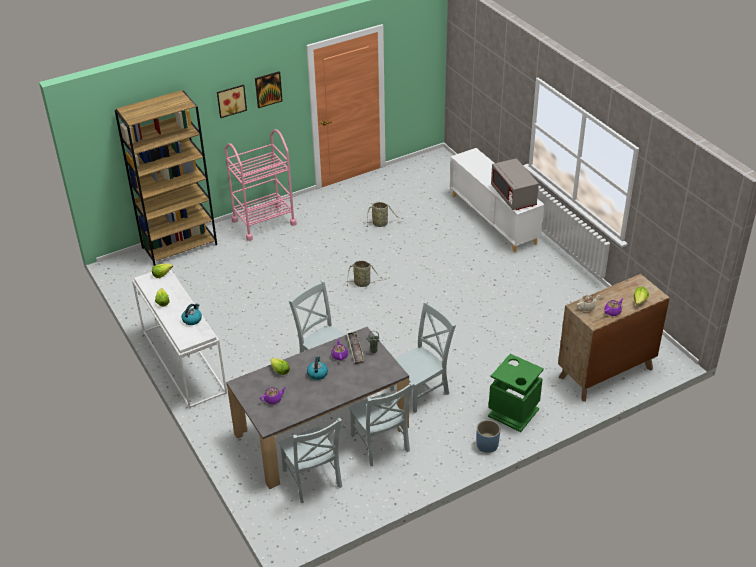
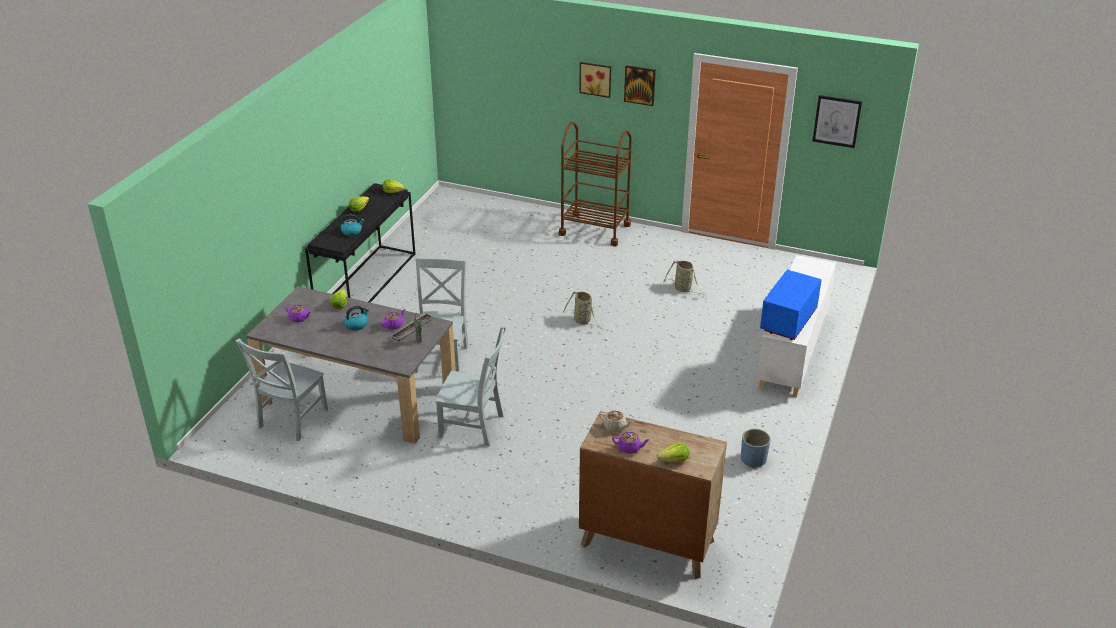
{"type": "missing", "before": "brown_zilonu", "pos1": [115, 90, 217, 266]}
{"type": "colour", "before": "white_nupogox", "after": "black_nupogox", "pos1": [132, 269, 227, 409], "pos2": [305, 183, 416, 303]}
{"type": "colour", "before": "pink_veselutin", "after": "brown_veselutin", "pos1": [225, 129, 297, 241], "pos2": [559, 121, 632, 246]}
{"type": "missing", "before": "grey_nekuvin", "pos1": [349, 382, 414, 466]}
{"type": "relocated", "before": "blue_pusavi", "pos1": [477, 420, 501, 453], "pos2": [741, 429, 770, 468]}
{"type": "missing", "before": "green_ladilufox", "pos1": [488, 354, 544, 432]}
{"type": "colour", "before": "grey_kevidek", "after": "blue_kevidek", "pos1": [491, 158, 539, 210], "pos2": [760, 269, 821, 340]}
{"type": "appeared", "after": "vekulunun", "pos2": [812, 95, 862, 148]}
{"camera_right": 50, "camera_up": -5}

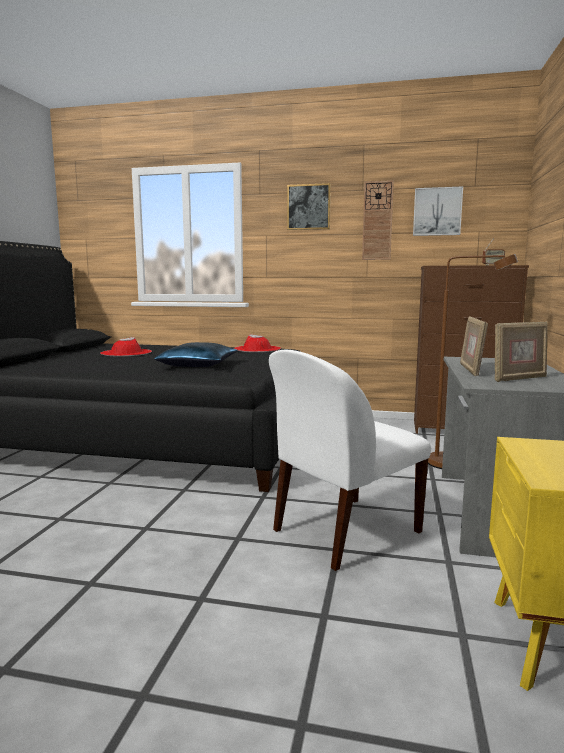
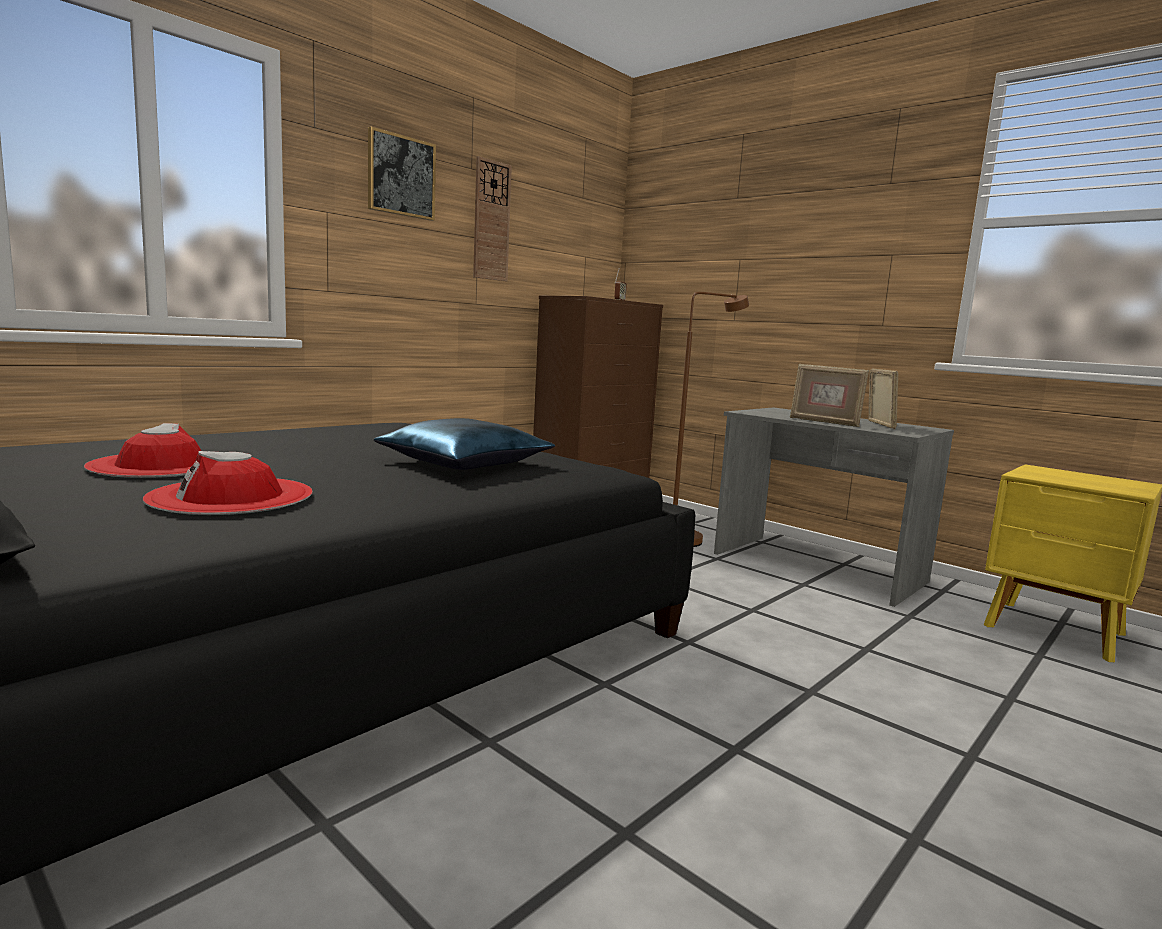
{"type": "relocated", "before": "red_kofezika", "pos1": [234, 334, 281, 352], "pos2": [143, 451, 313, 515]}
{"type": "missing", "before": "white_nekuvin", "pos1": [269, 350, 431, 571]}
{"type": "missing", "before": "vekulunun", "pos1": [413, 186, 463, 236]}
{"camera_right": -60, "camera_up": 0}

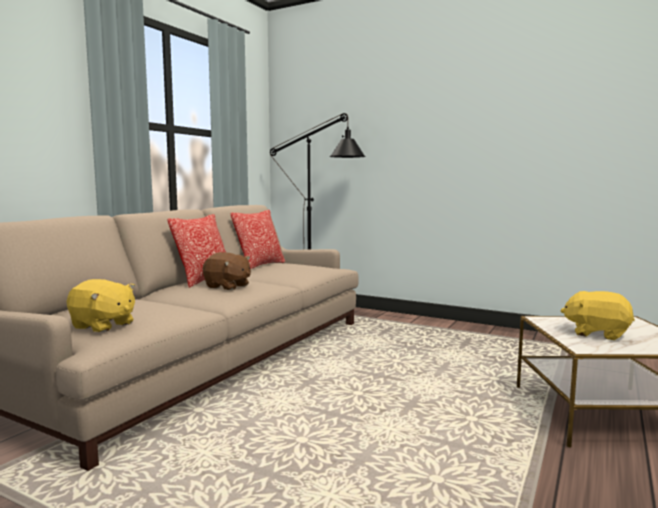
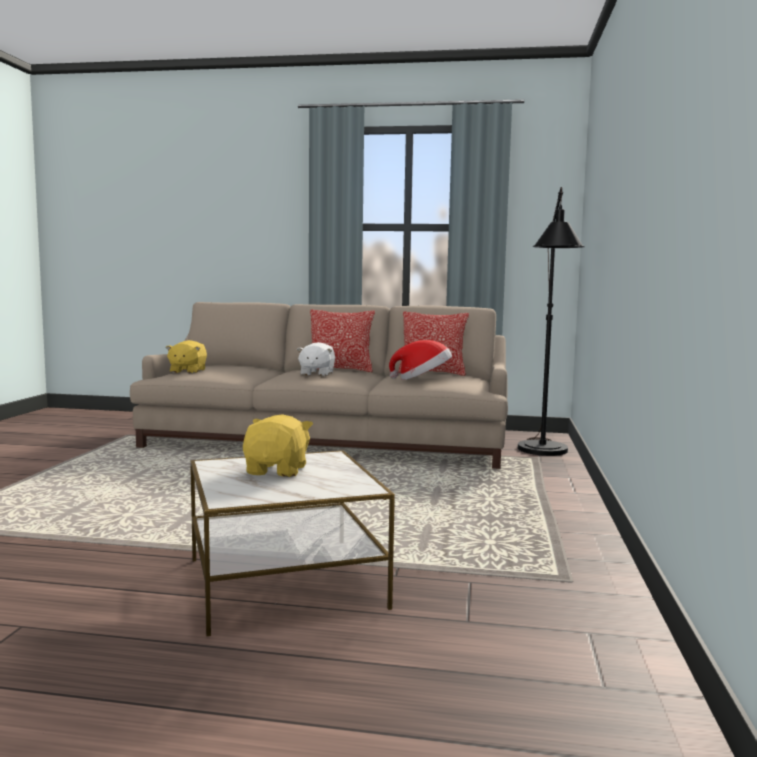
{"type": "colour", "before": "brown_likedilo", "after": "white_likedilo", "pos1": [203, 252, 251, 290], "pos2": [296, 342, 335, 376]}
{"type": "appeared", "after": "kofezika", "pos2": [389, 340, 452, 380]}
{"camera_right": 70, "camera_up": 0}

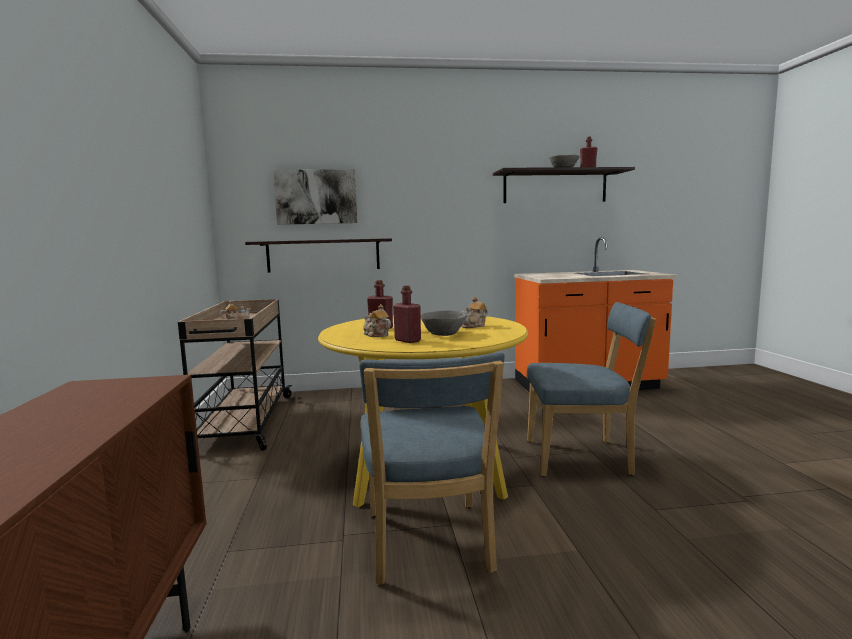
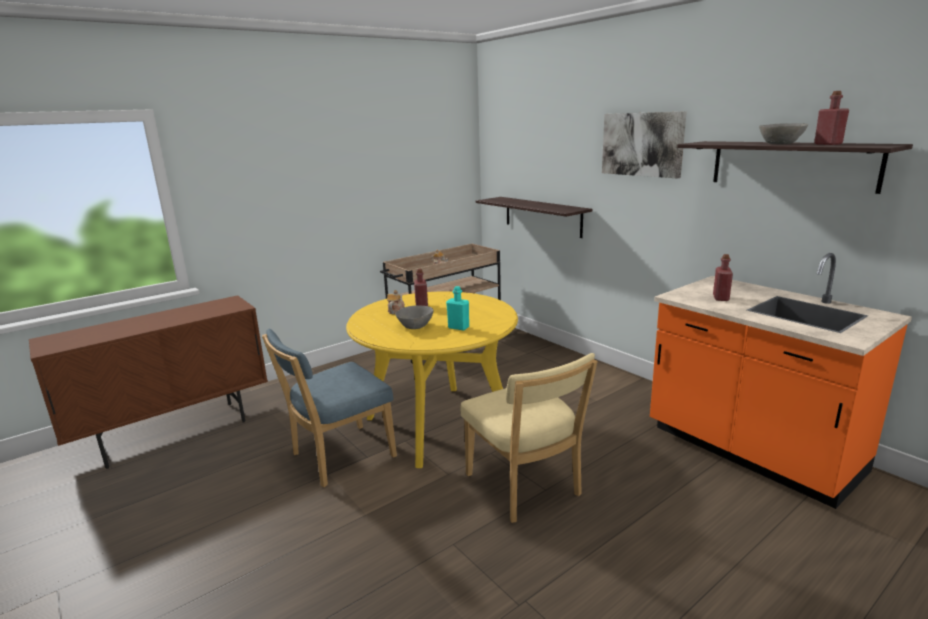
{"type": "relocated", "before": "vekulunun", "pos1": [273, 169, 357, 225], "pos2": [602, 111, 687, 178]}
{"type": "relocated", "before": "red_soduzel", "pos1": [393, 285, 421, 343], "pos2": [713, 254, 733, 301]}
{"type": "exchanged", "before": "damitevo", "after": "turquoise_soduzel", "pos1": [461, 297, 488, 328], "pos2": [446, 286, 469, 331]}
{"type": "colour", "before": "blue_nekuvin", "after": "beige_nekuvin", "pos1": [527, 302, 656, 476], "pos2": [461, 353, 598, 523]}
{"camera_right": 60, "camera_up": 10}

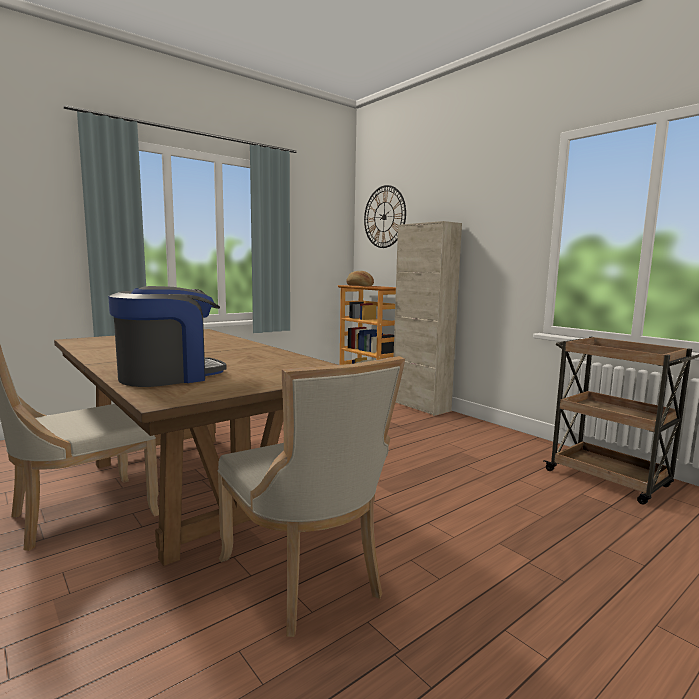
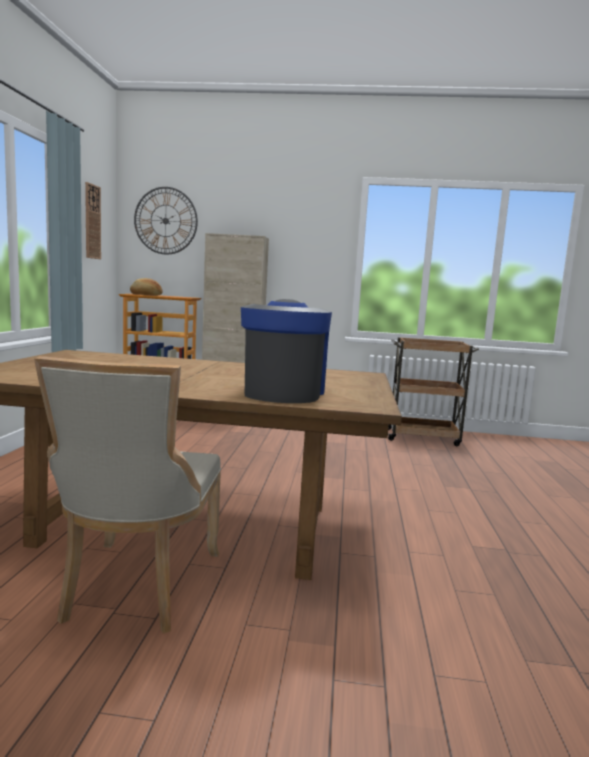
{"type": "missing", "before": "beige_nekuvin", "pos1": [218, 356, 405, 637]}
{"type": "appeared", "after": "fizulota", "pos2": [85, 182, 101, 259]}
{"camera_right": -45, "camera_up": 0}

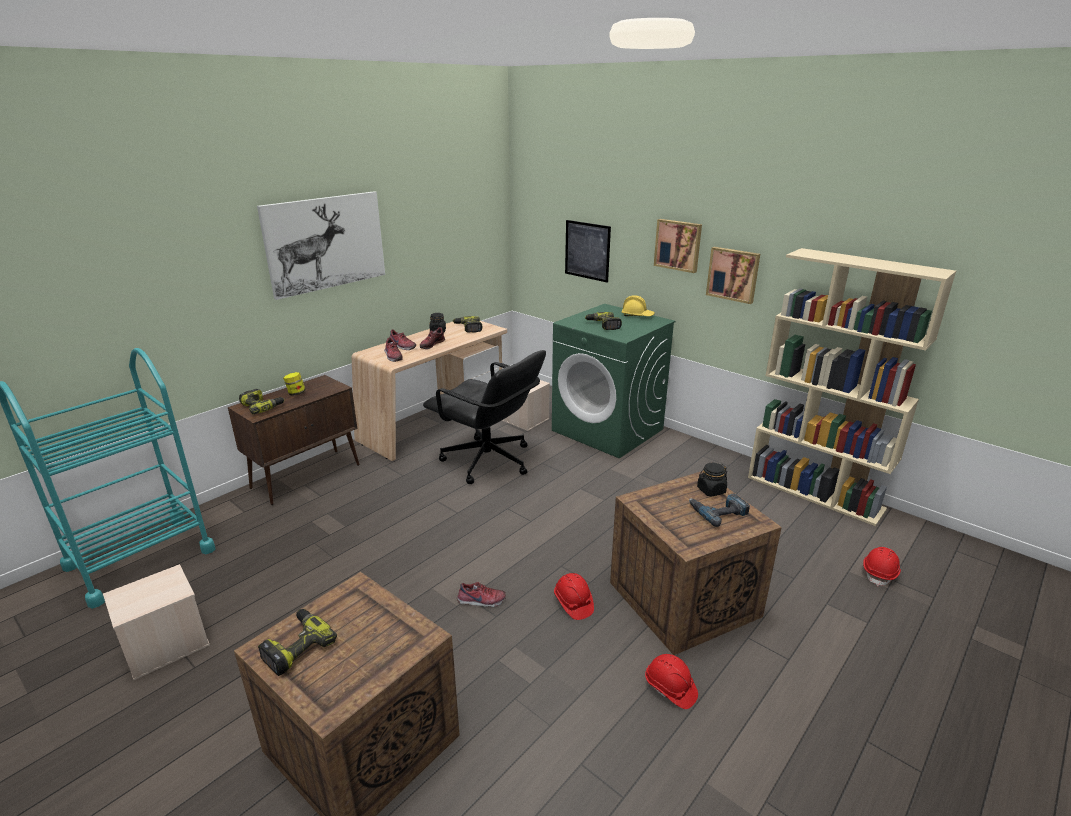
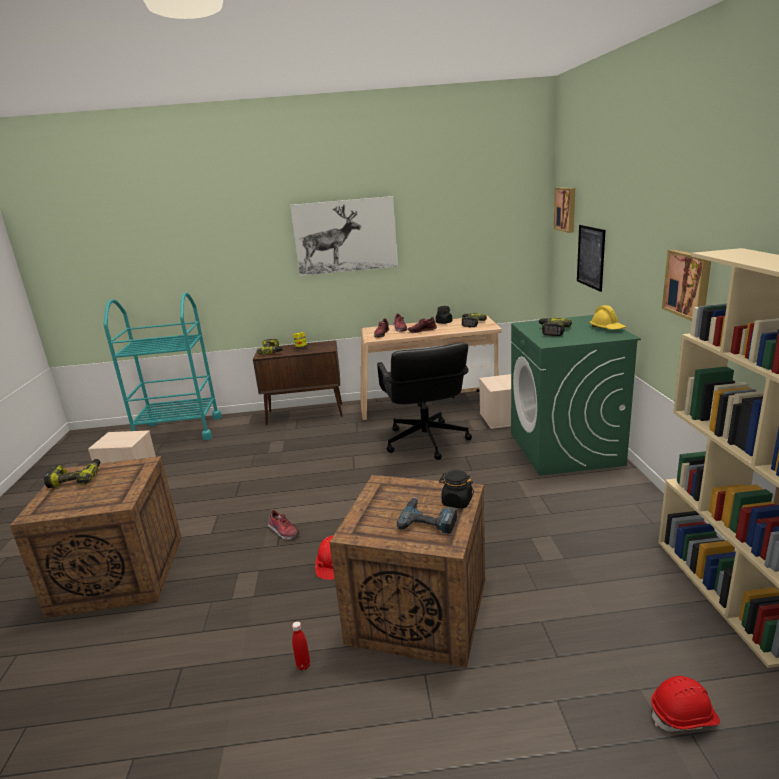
{"type": "exchanged", "before": "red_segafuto", "after": "red_soduzel", "pos1": [645, 654, 698, 709], "pos2": [292, 621, 310, 670]}
{"type": "relocated", "before": "vekulunun", "pos1": [654, 219, 702, 273], "pos2": [554, 187, 575, 233]}
{"camera_right": 45, "camera_up": -5}

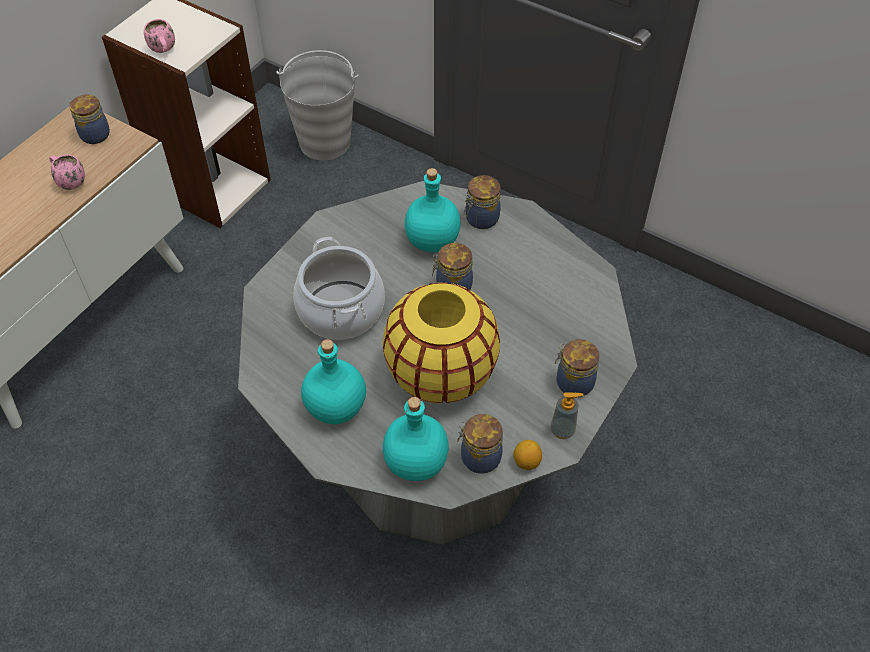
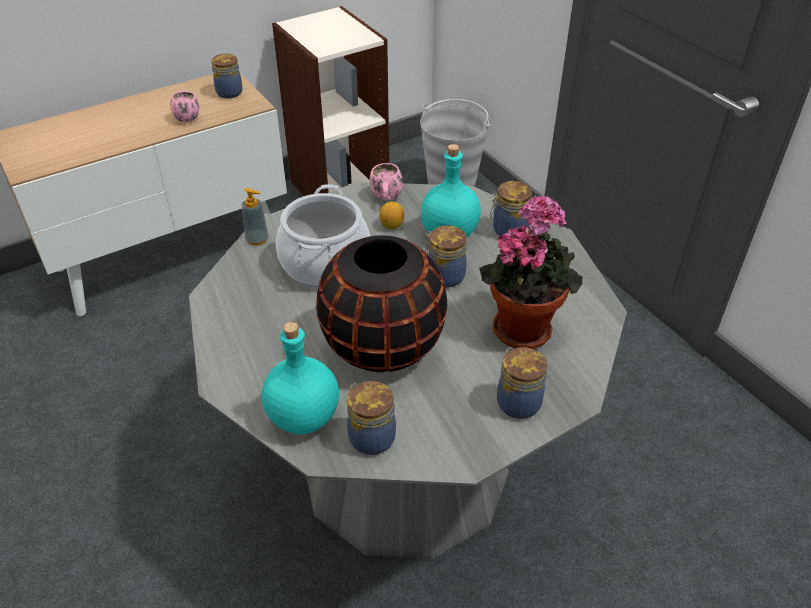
{"type": "relocated", "before": "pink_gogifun", "pos1": [144, 19, 175, 53], "pos2": [370, 163, 403, 200]}
{"type": "missing", "before": "turquoise_soduzel", "pos1": [301, 339, 366, 424]}
{"type": "colour", "before": "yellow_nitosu", "after": "black_nitosu", "pos1": [383, 282, 500, 404], "pos2": [316, 235, 447, 372]}
{"type": "relocated", "before": "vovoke", "pos1": [513, 440, 542, 470], "pos2": [379, 202, 404, 229]}
{"type": "relocated", "before": "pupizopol", "pos1": [551, 392, 583, 439], "pos2": [242, 188, 268, 246]}
{"type": "appeared", "after": "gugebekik", "pos2": [479, 195, 582, 349]}
{"camera_right": 25, "camera_up": -10}

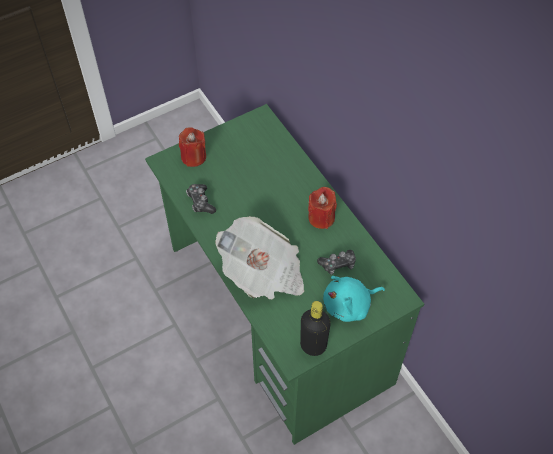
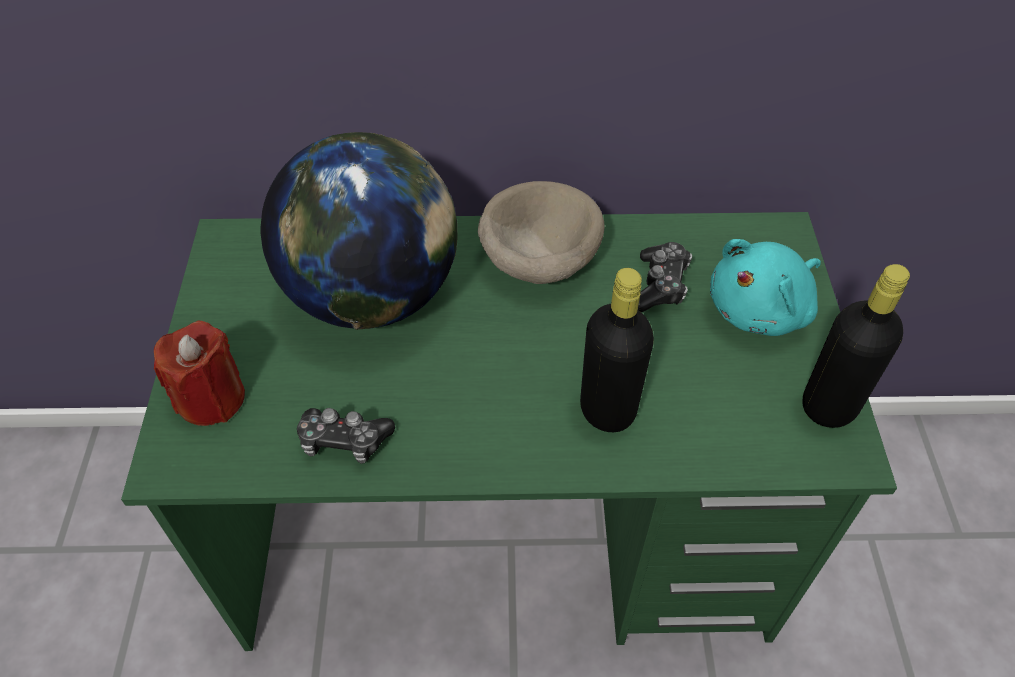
{"type": "exchanged", "before": "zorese", "after": "black_soduzel", "pos1": [215, 216, 304, 300], "pos2": [580, 268, 654, 432]}
{"type": "exchanged", "before": "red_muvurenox", "after": "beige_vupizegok", "pos1": [308, 187, 337, 229], "pos2": [478, 181, 604, 284]}
{"type": "spun", "before": "turquoise_likedilo", "pos1": [323, 276, 385, 322], "pos2": [710, 239, 821, 336], "turn": 45}
{"type": "appeared", "after": "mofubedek", "pos2": [260, 132, 458, 330]}
{"camera_right": -60, "camera_up": -5}

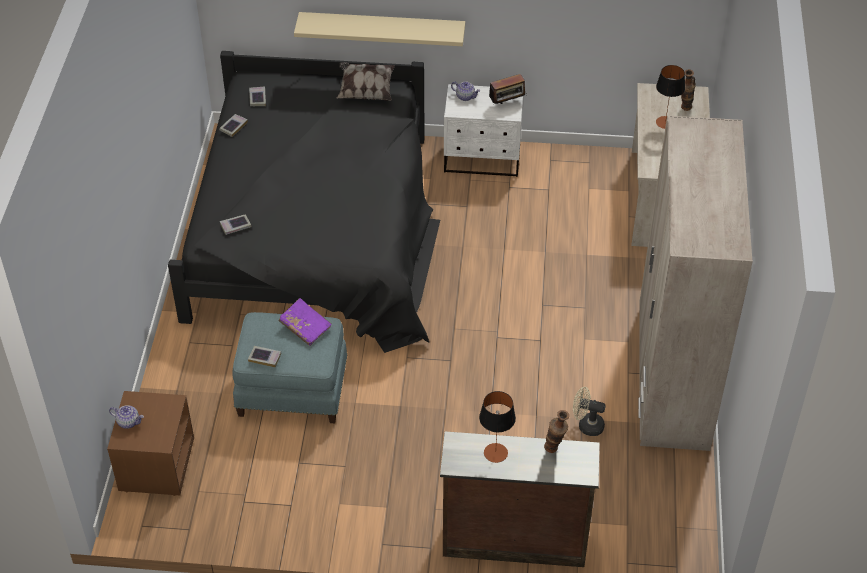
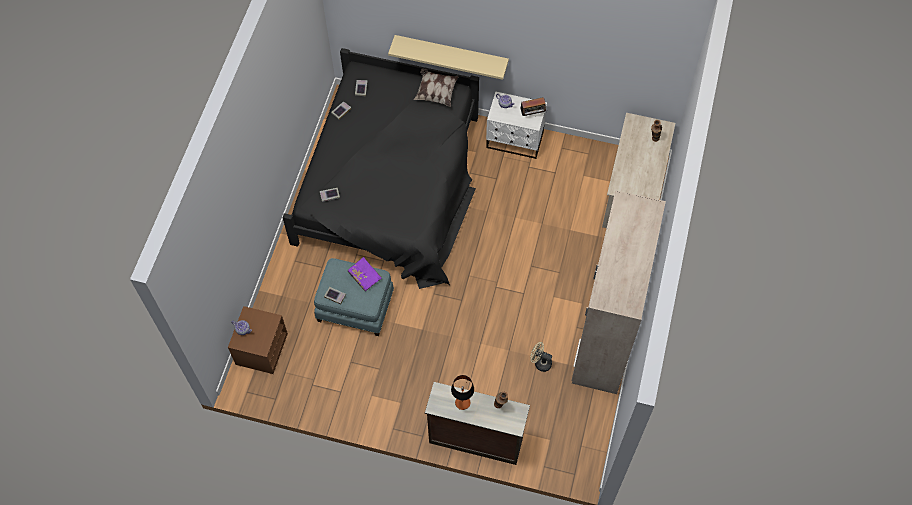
{"type": "missing", "before": "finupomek", "pos1": [656, 65, 685, 129]}
{"camera_right": 10, "camera_up": 15}

